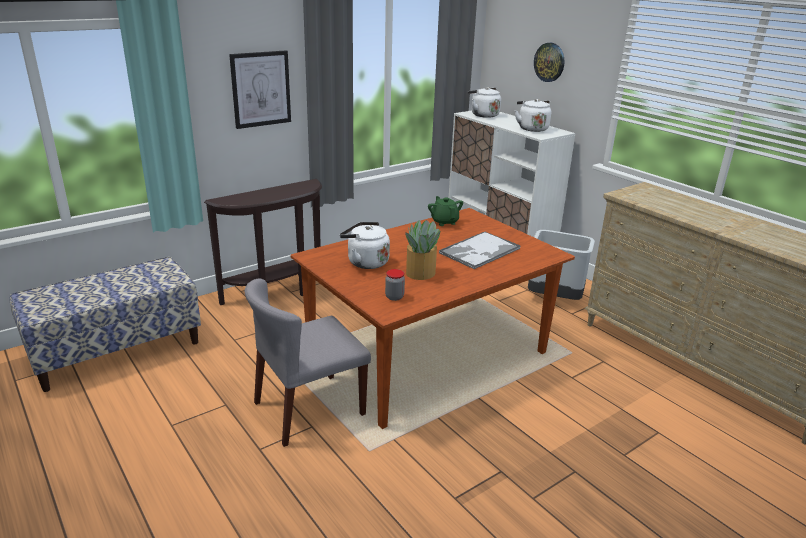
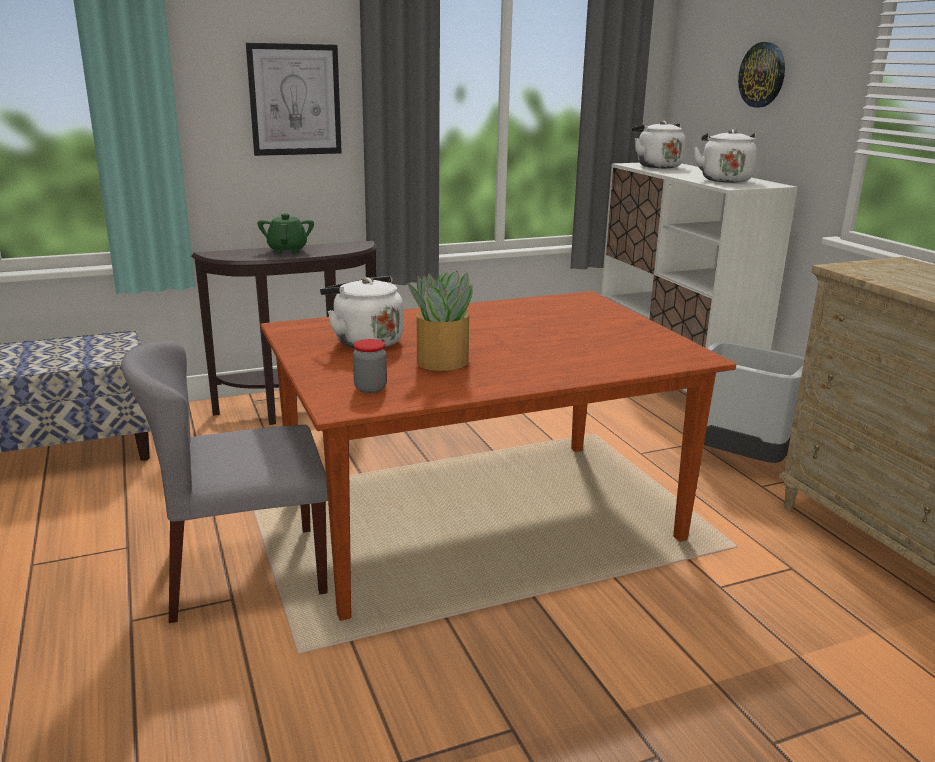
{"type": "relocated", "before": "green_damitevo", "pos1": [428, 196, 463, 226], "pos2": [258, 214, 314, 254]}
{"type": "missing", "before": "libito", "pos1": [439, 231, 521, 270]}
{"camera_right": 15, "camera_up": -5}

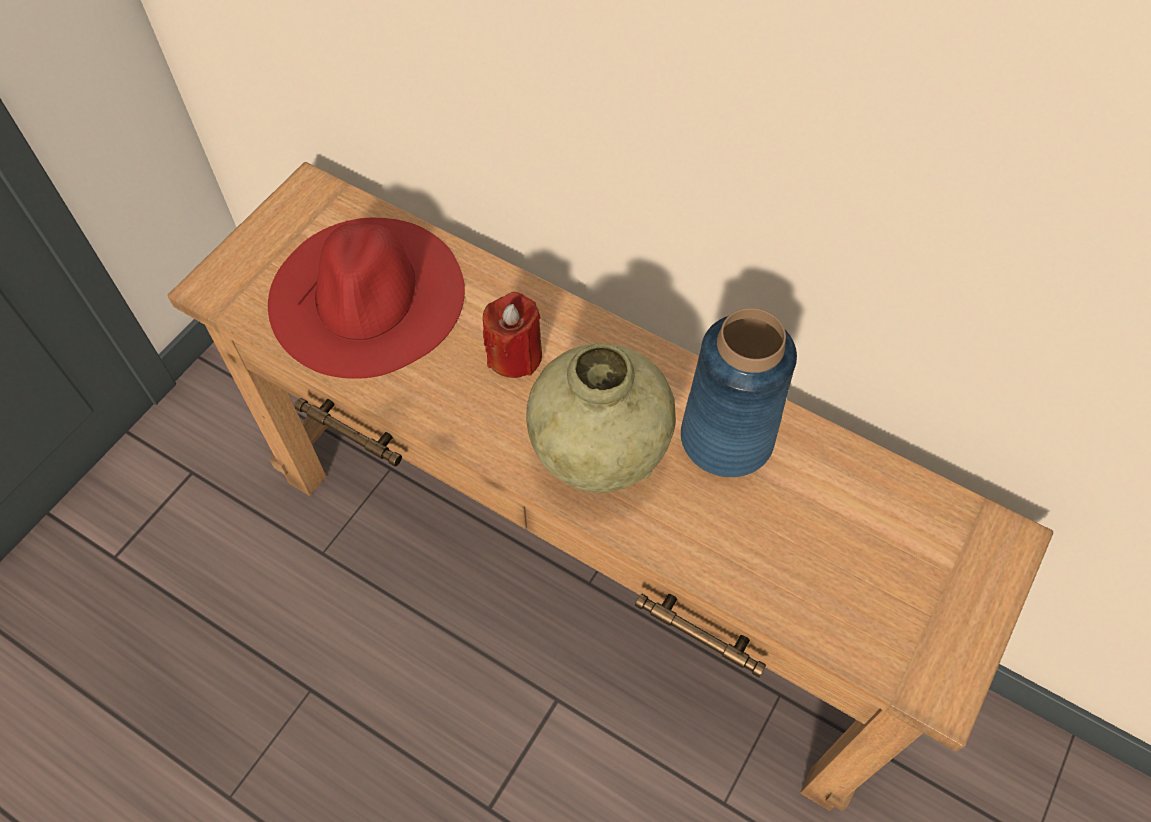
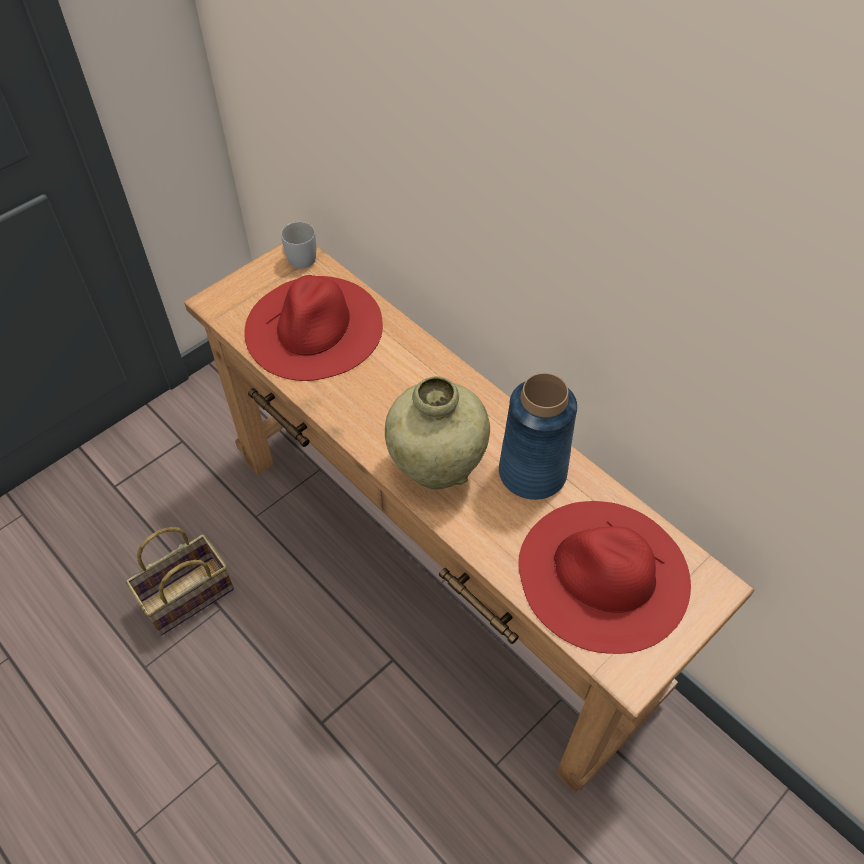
{"type": "missing", "before": "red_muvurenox", "pos1": [483, 292, 542, 378]}
{"type": "appeared", "after": "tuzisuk", "pos2": [126, 527, 234, 636]}
{"type": "appeared", "after": "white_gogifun", "pos2": [281, 222, 316, 269]}
{"type": "appeared", "after": "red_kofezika", "pos2": [518, 501, 691, 654]}
{"camera_right": 15, "camera_up": -5}

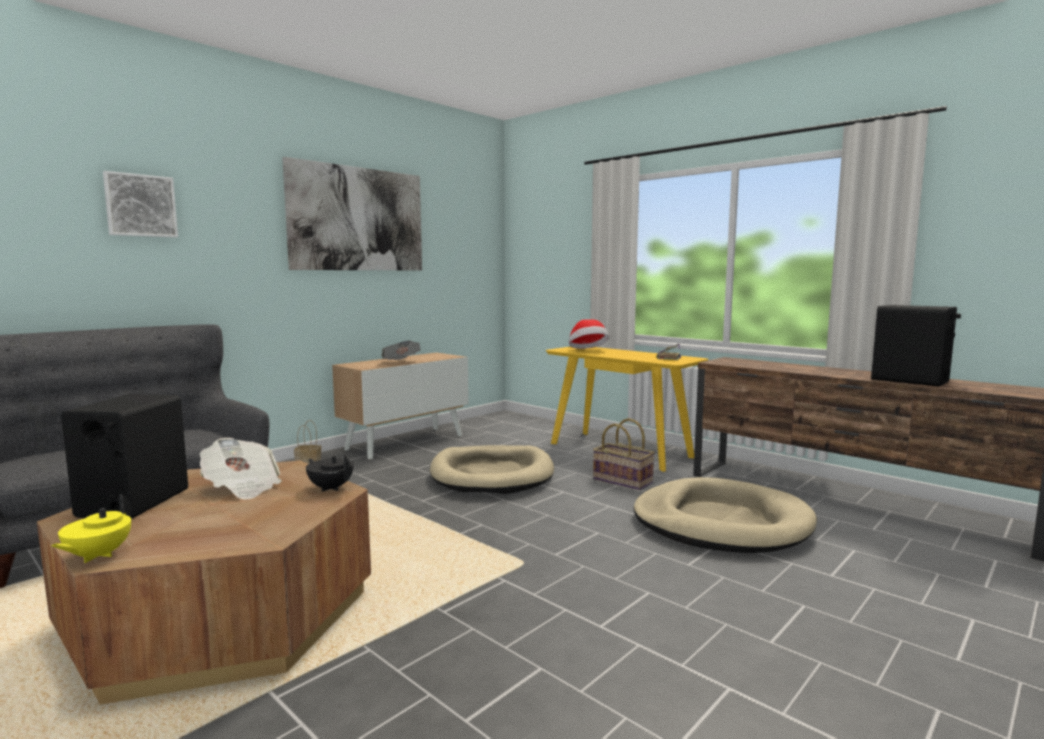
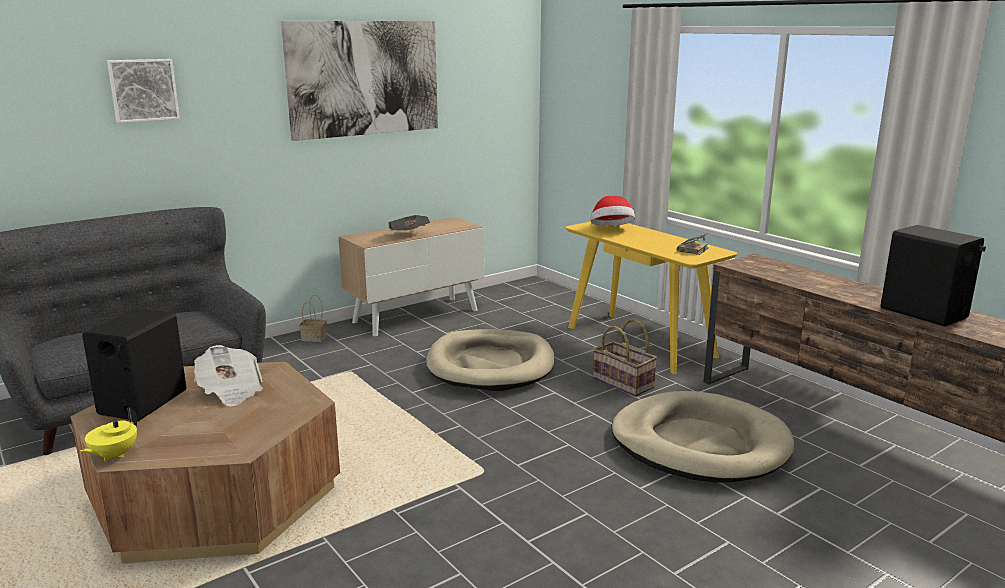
{"type": "missing", "before": "black_damitevo", "pos1": [306, 453, 354, 492]}
{"camera_right": 10, "camera_up": 10}

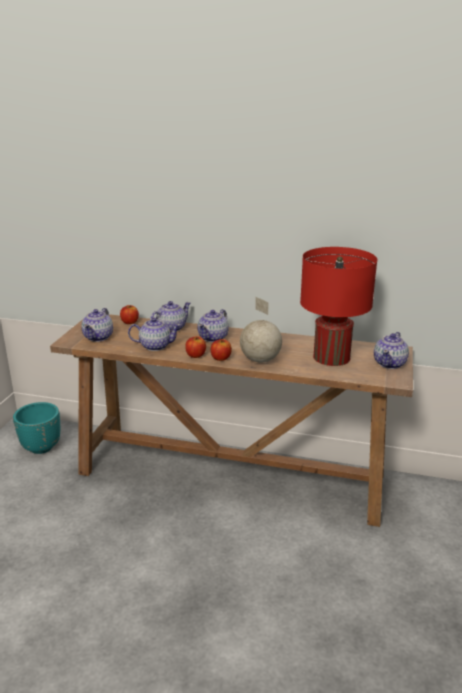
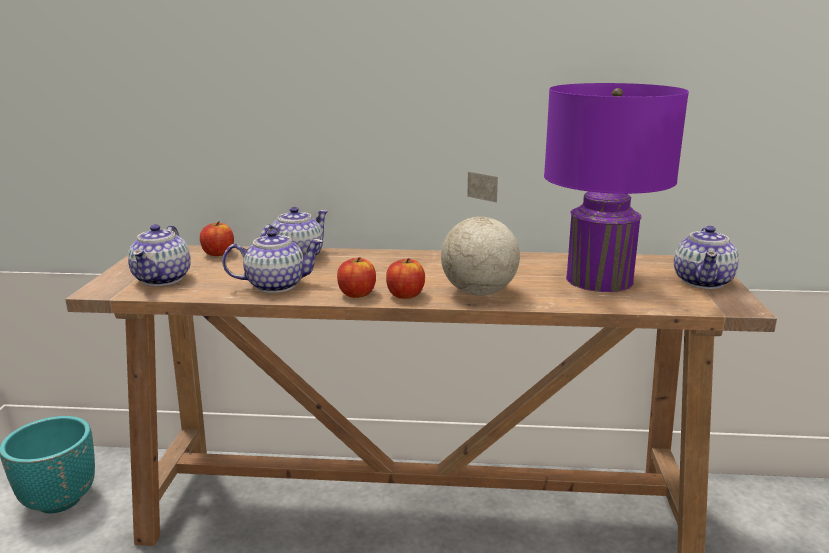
{"type": "missing", "before": "damitevo", "pos1": [197, 309, 229, 342]}
{"type": "colour", "before": "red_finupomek", "after": "purple_finupomek", "pos1": [300, 247, 377, 366], "pos2": [544, 83, 689, 292]}
{"camera_right": -10, "camera_up": -5}

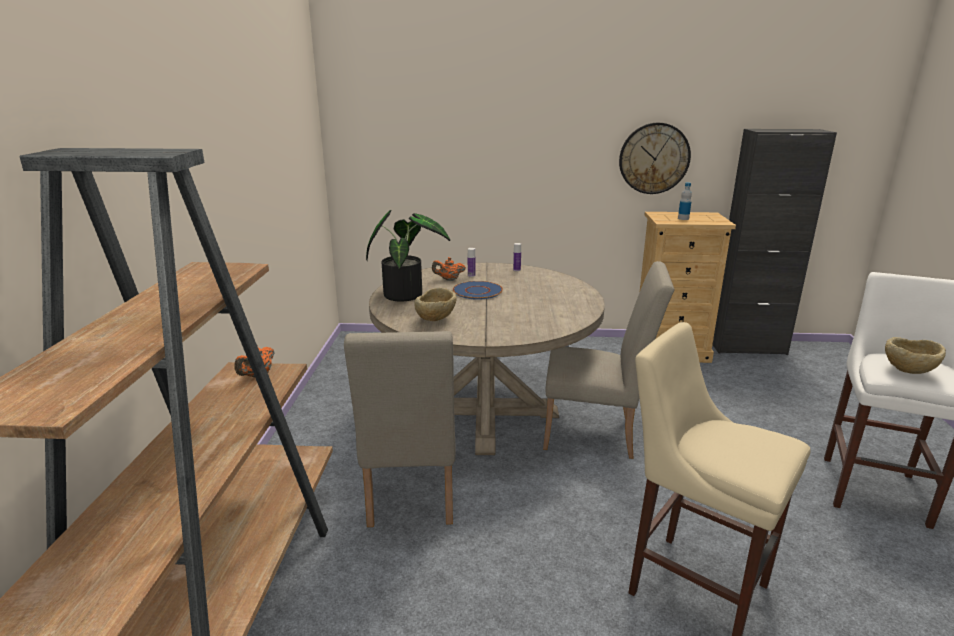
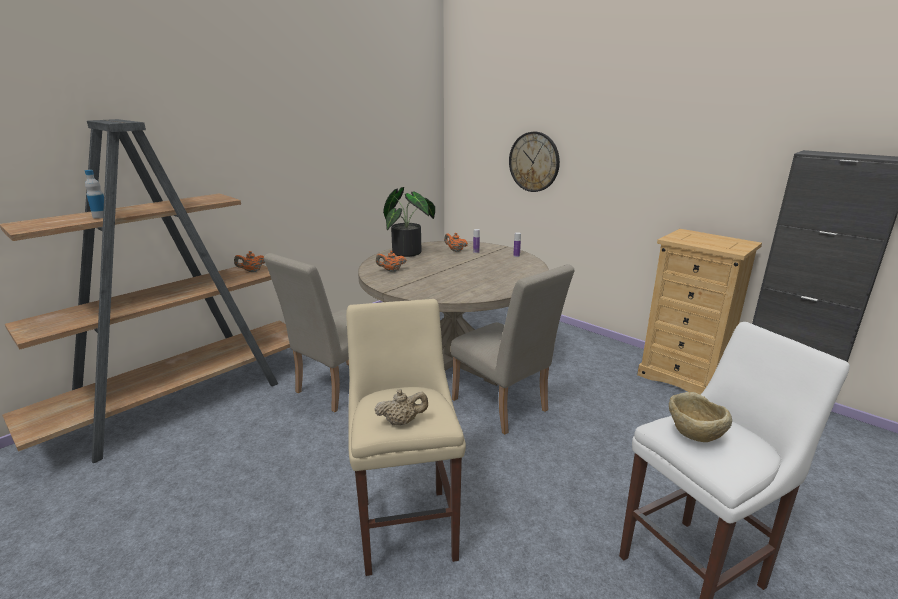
{"type": "exchanged", "before": "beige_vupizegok", "after": "orange_damitevo", "pos1": [414, 288, 456, 321], "pos2": [376, 251, 406, 272]}
{"type": "missing", "before": "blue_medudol", "pos1": [453, 281, 503, 300]}
{"type": "relocated", "before": "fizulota", "pos1": [619, 123, 691, 194], "pos2": [509, 132, 560, 192]}
{"type": "relocated", "before": "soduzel", "pos1": [678, 182, 692, 220], "pos2": [85, 170, 104, 219]}
{"type": "appeared", "after": "beige_damitevo", "pos2": [375, 389, 428, 425]}
{"camera_right": 40, "camera_up": 0}

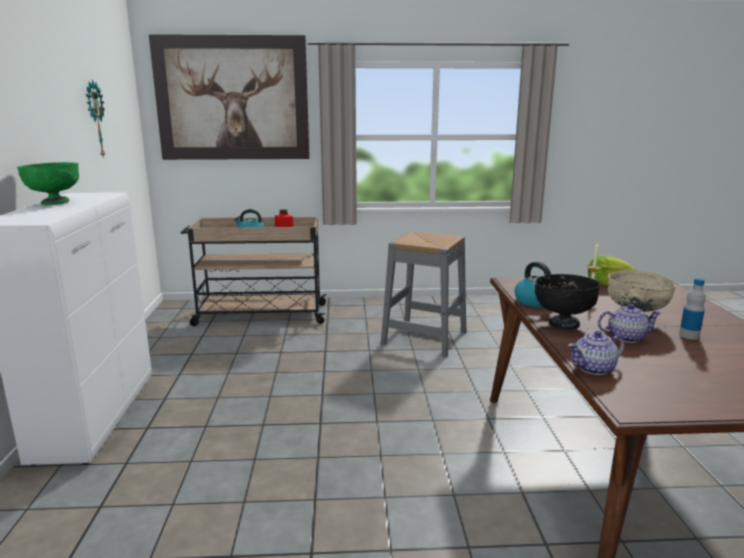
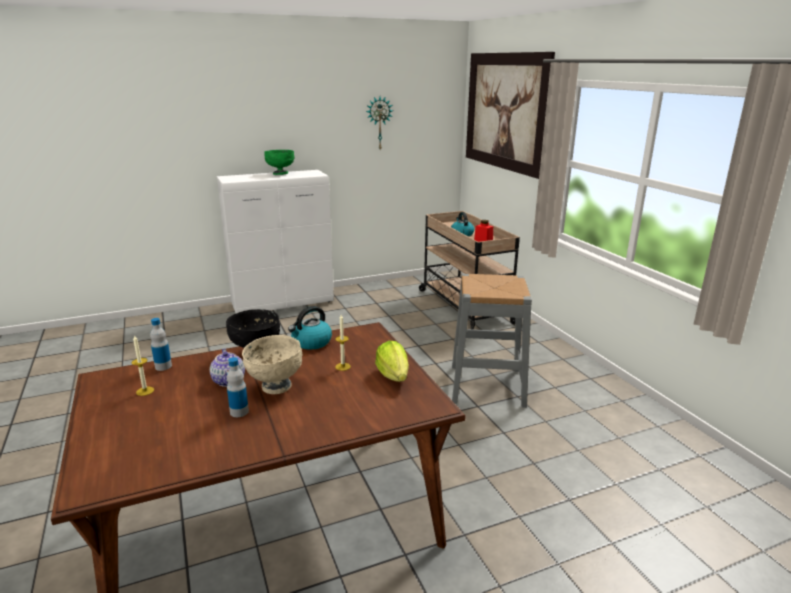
{"type": "exchanged", "before": "damitevo", "after": "soduzel", "pos1": [568, 330, 624, 375], "pos2": [150, 318, 172, 371]}
{"type": "appeared", "after": "muvurenox", "pos2": [132, 335, 154, 396]}
{"camera_right": 70, "camera_up": 5}

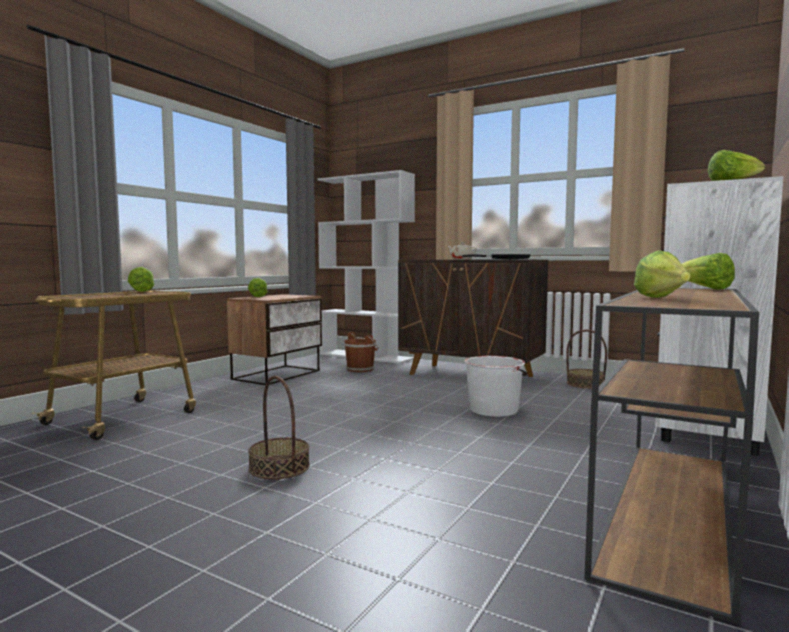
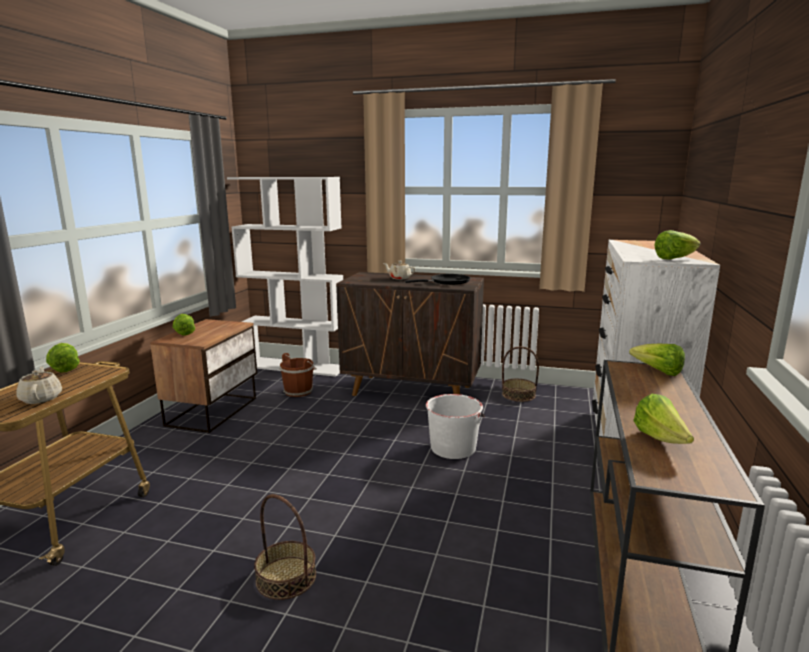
{"type": "appeared", "after": "beige_damitevo", "pos2": [16, 366, 62, 404]}
{"camera_right": -15, "camera_up": 10}

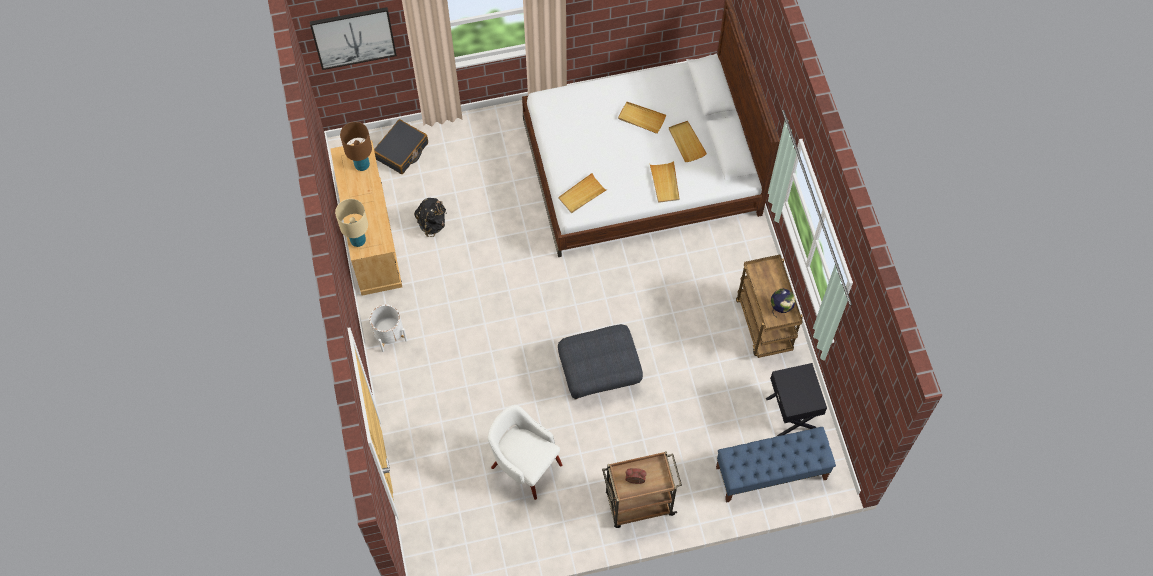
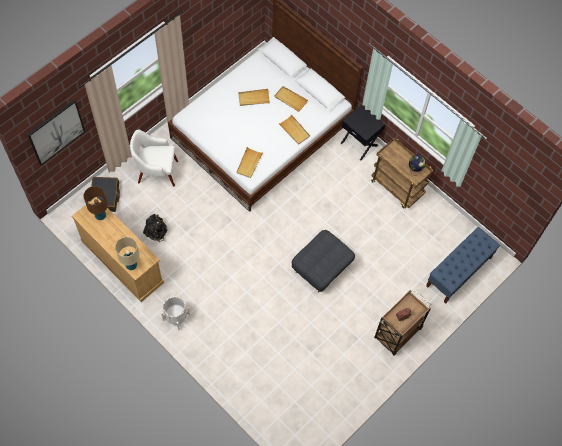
{"type": "relocated", "before": "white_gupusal", "pos1": [488, 405, 562, 500], "pos2": [130, 129, 178, 187]}
{"type": "relocated", "before": "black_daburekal", "pos1": [766, 363, 827, 436], "pos2": [341, 105, 385, 161]}
{"camera_right": -35, "camera_up": 0}

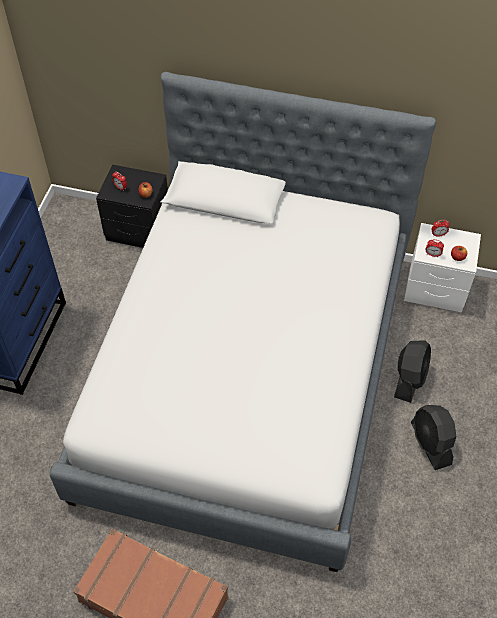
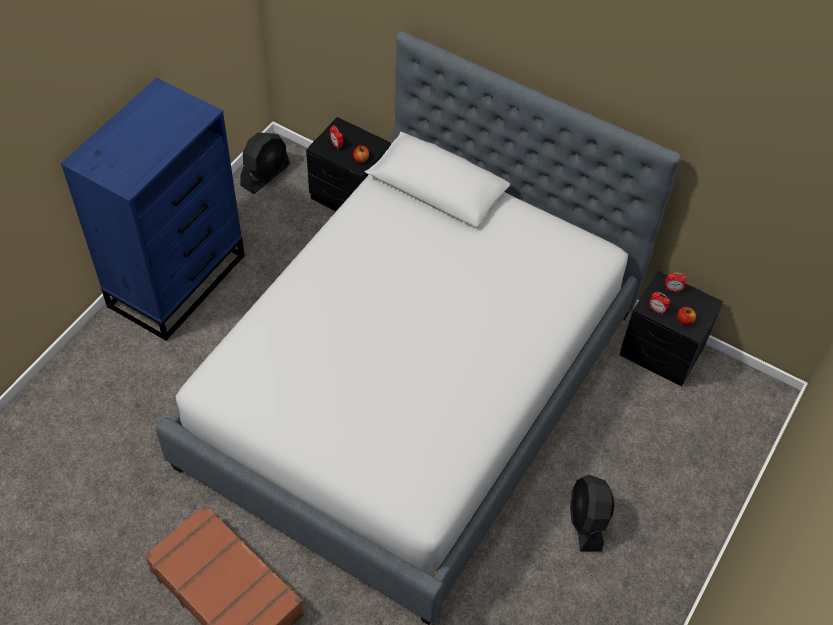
{"type": "relocated", "before": "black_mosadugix", "pos1": [394, 340, 431, 403], "pos2": [240, 133, 290, 194]}
{"type": "colour", "before": "white_daburekal", "after": "black_daburekal", "pos1": [404, 223, 481, 312], "pos2": [620, 270, 723, 387]}
{"camera_right": 15, "camera_up": 0}

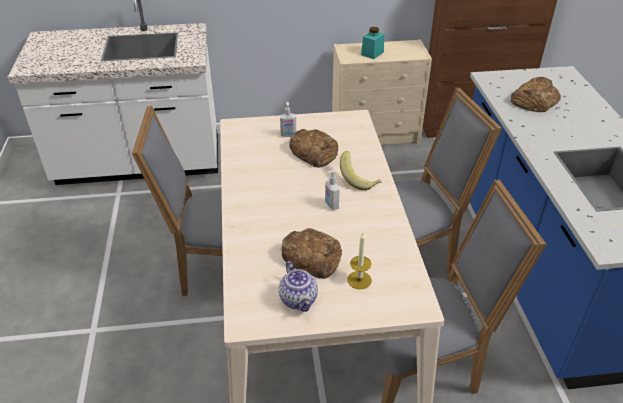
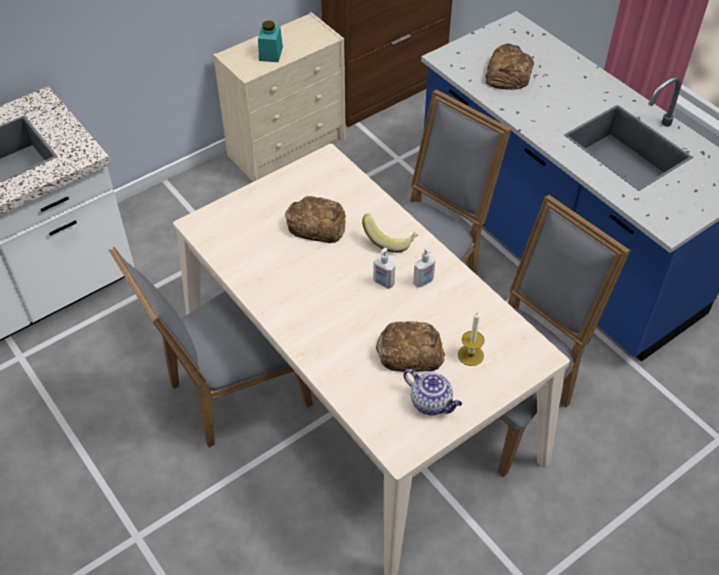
{"type": "relocated", "before": "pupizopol", "pos1": [280, 102, 296, 137], "pos2": [413, 246, 436, 287]}
{"camera_right": -30, "camera_up": 10}

